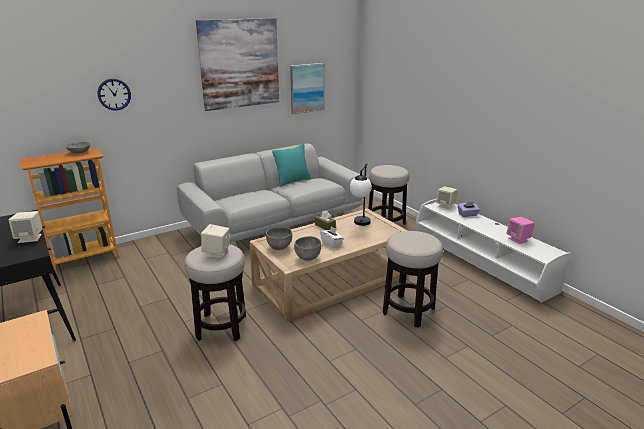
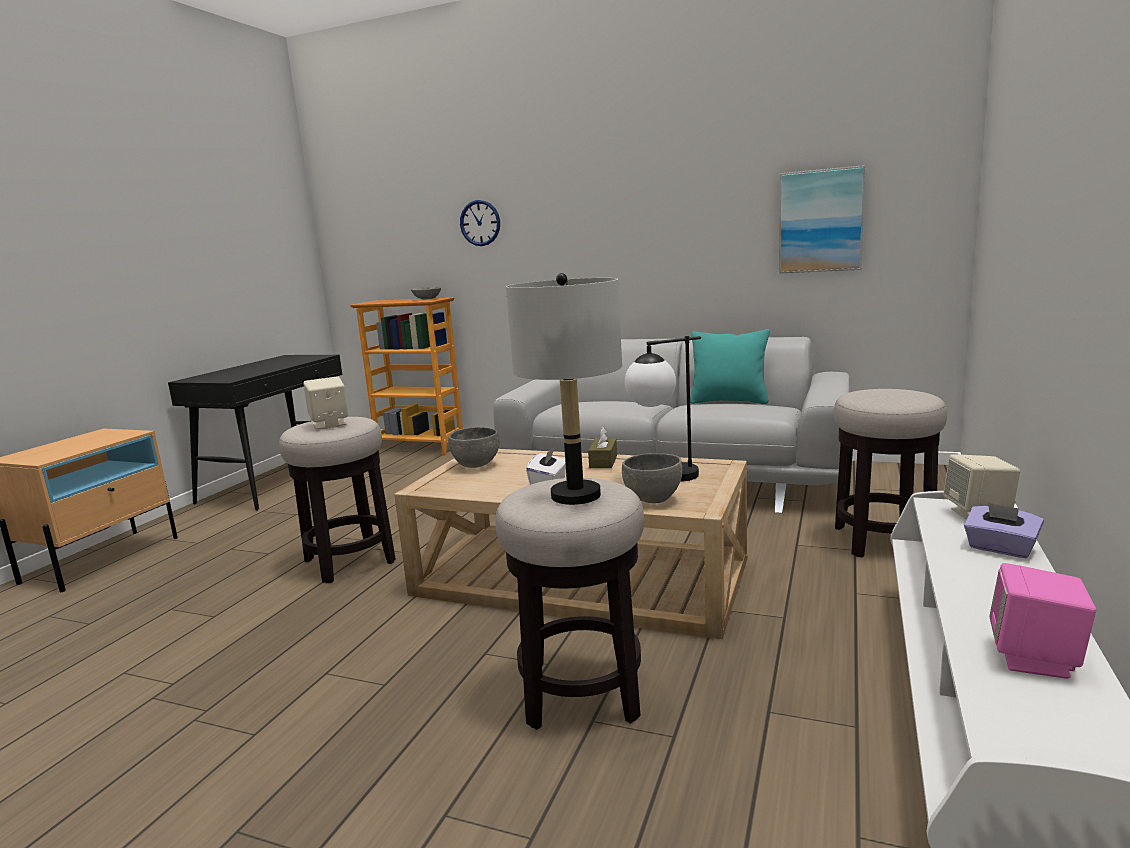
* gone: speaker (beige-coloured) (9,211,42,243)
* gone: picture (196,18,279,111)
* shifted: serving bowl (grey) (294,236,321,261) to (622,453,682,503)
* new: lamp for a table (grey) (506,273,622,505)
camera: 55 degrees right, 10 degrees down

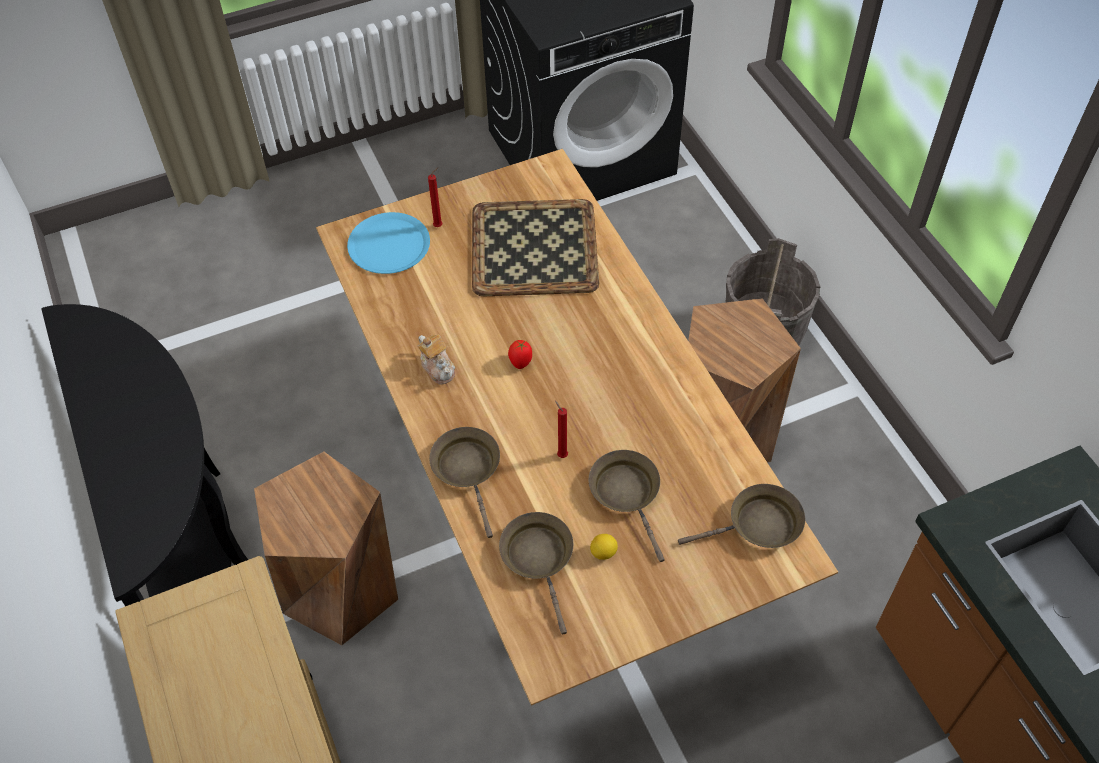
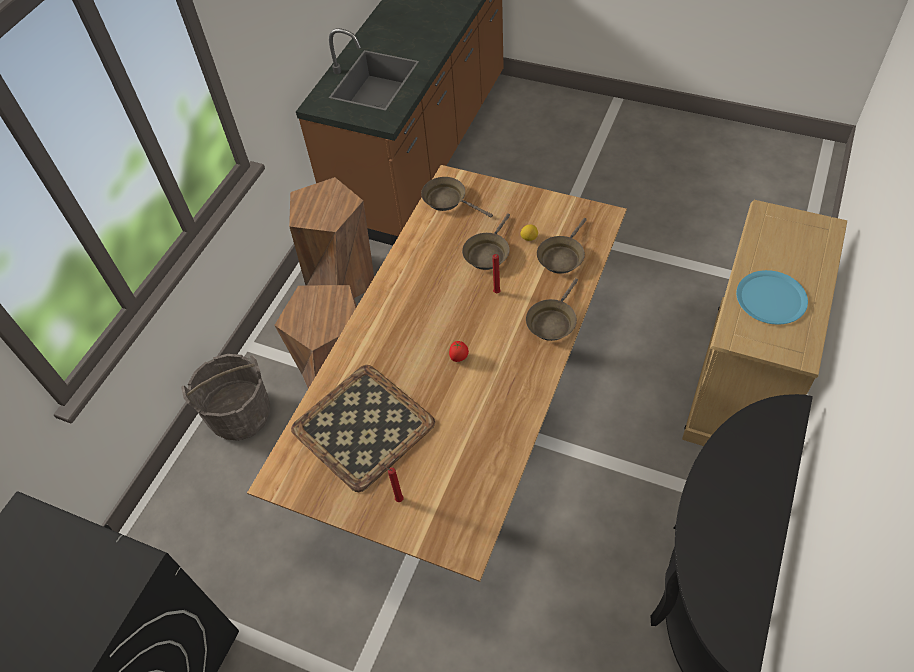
* shifted: stool seat (brown) (254,452,398,645) to (289,177,374,298)
* shifted: dinner plate (blue-coloured) (347,212,430,274) to (736,270,808,324)
* gone: tea pot (417,335,455,385)
camera: 130 degrees left, 0 degrees up

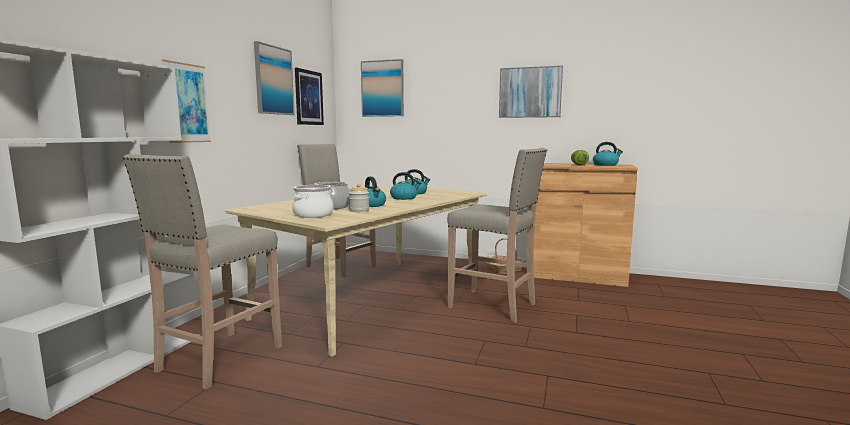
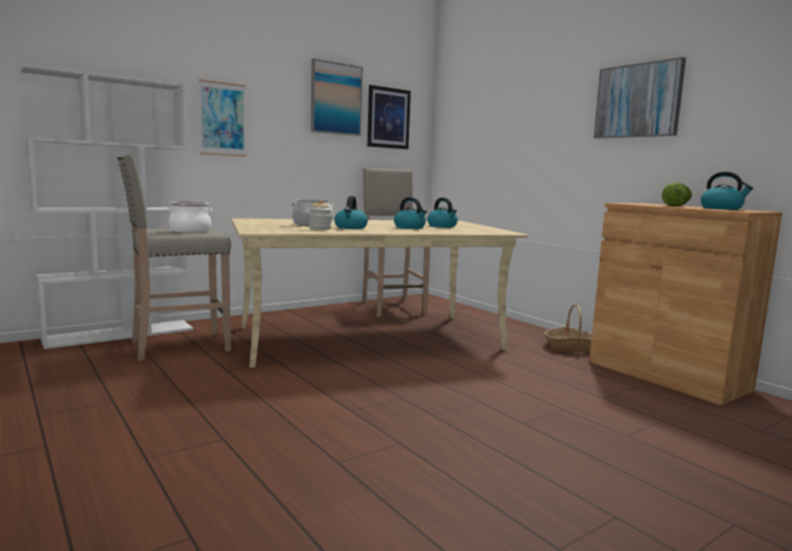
* shifted: cooking pot (292,185,333,218) to (167,201,212,233)
* gone: picture (361,59,404,117)
* gone: stool seat (beige-coloured) (447,148,547,323)
camera: 35 degrees right, 0 degrees up

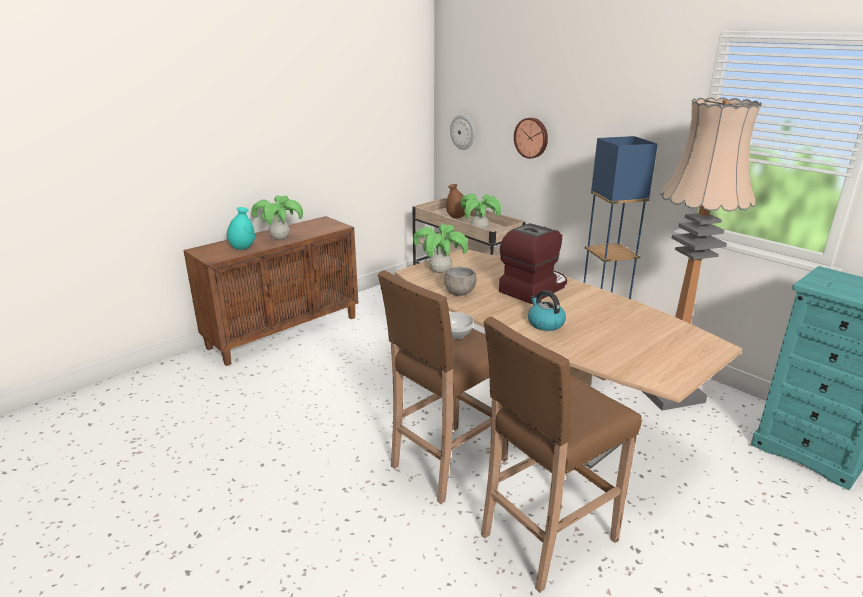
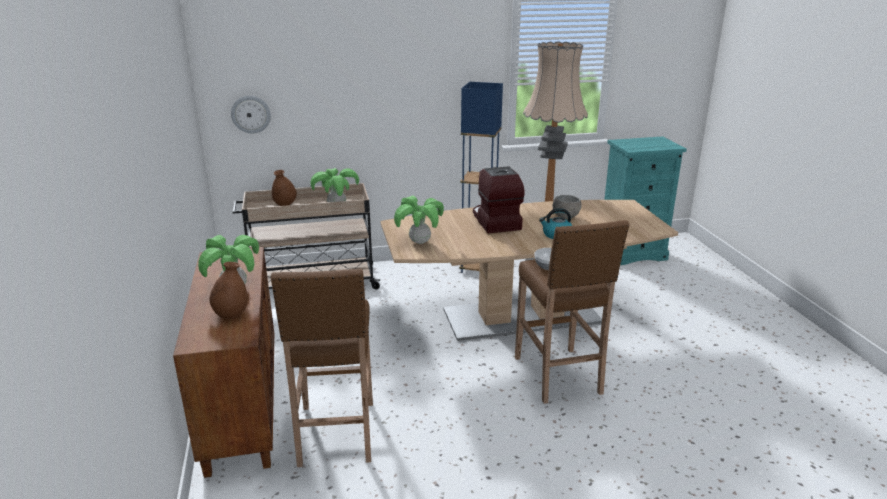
* repainted: decorative vase (turquoise) (227,207,255,250) to decorative vase (brown) (209,262,248,319)
* shifted: serving bowl (grey) (444,267,477,296) to (552,195,582,219)
* shifted: stool seat (brown) (481,317,642,593) to (271,269,373,467)
* gone: hanging clock (514,118,548,159)
camera: 60 degrees left, 0 degrees up

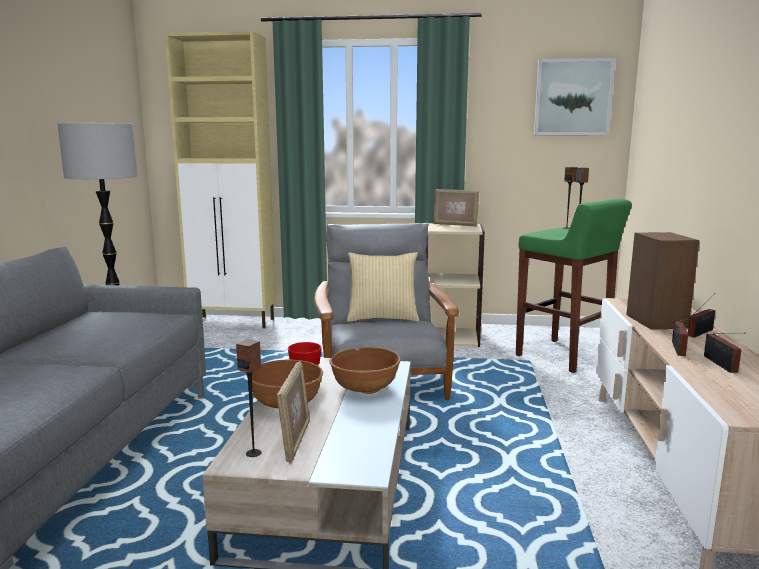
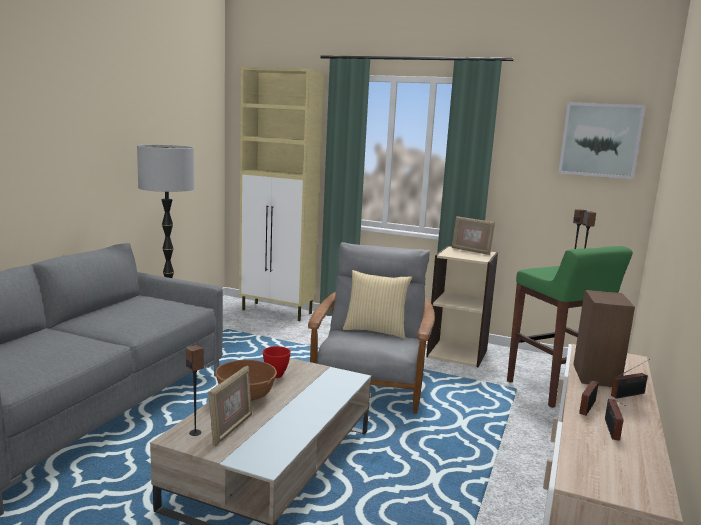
* gone: serving bowl (brown) (329,347,401,394)
camera: 15 degrees right, 0 degrees up

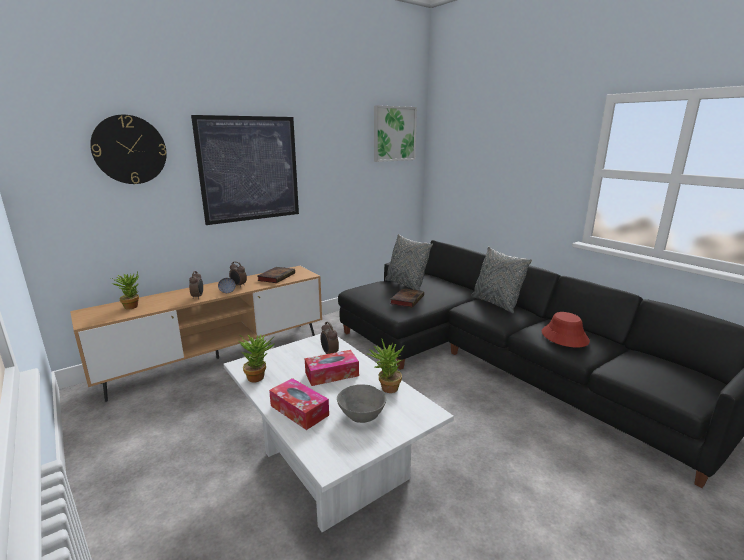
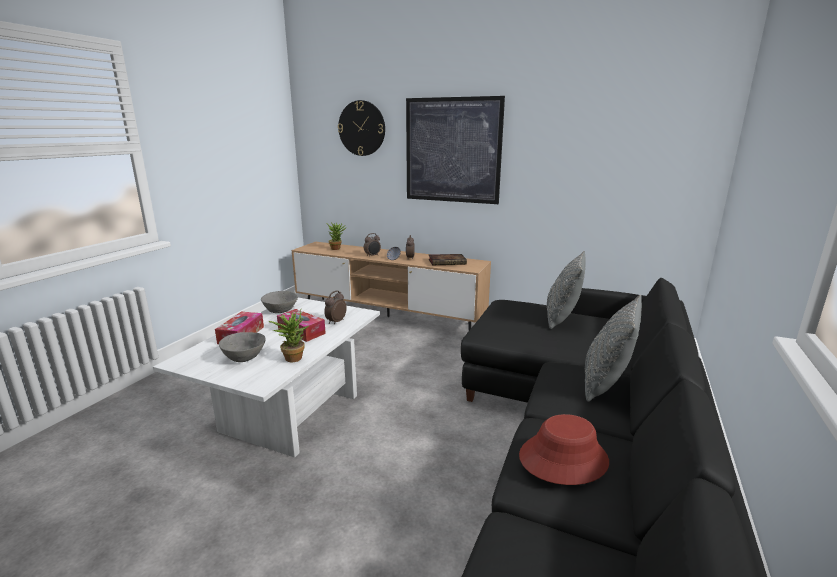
* swapped: potted plant (239,334,275,383) to serving bowl (grey) (261,291,298,313)
* gone: picture (374,105,417,162)
* gone: volume (390,288,424,307)
camera: 60 degrees right, 0 degrees up

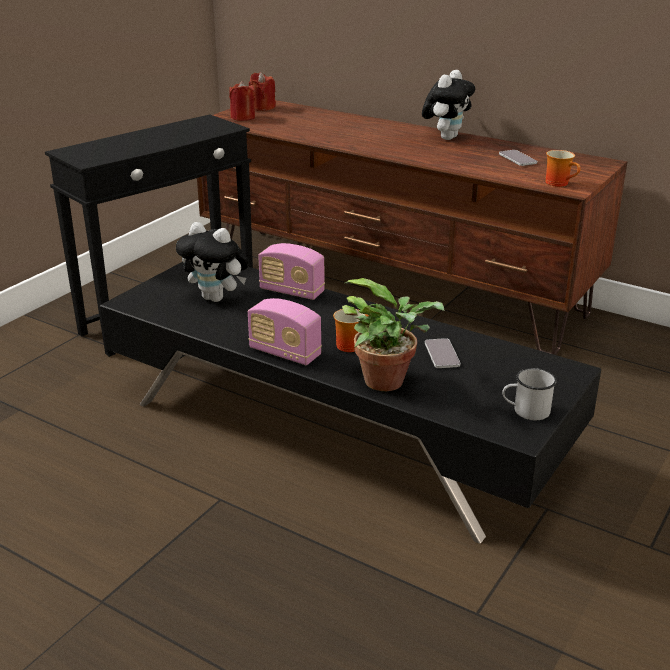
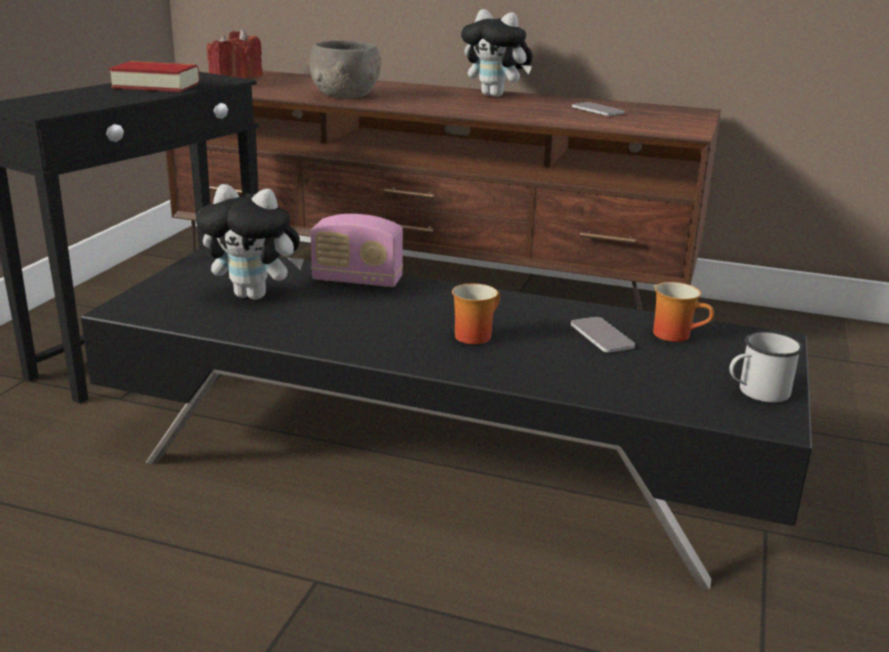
* gone: radio receiver (248,298,322,365)
* gone: potted plant (342,278,445,391)
* rotated: cuddly toy (422,70,475,140) = (461,9,533,97) 105 degrees clockwise
* shifted: mug (546,150,580,187) to (653,282,714,342)
* new: volume (109,61,200,92)
* new: serving bowl (grey) (310,40,381,99)
camera: 15 degrees left, 5 degrees down

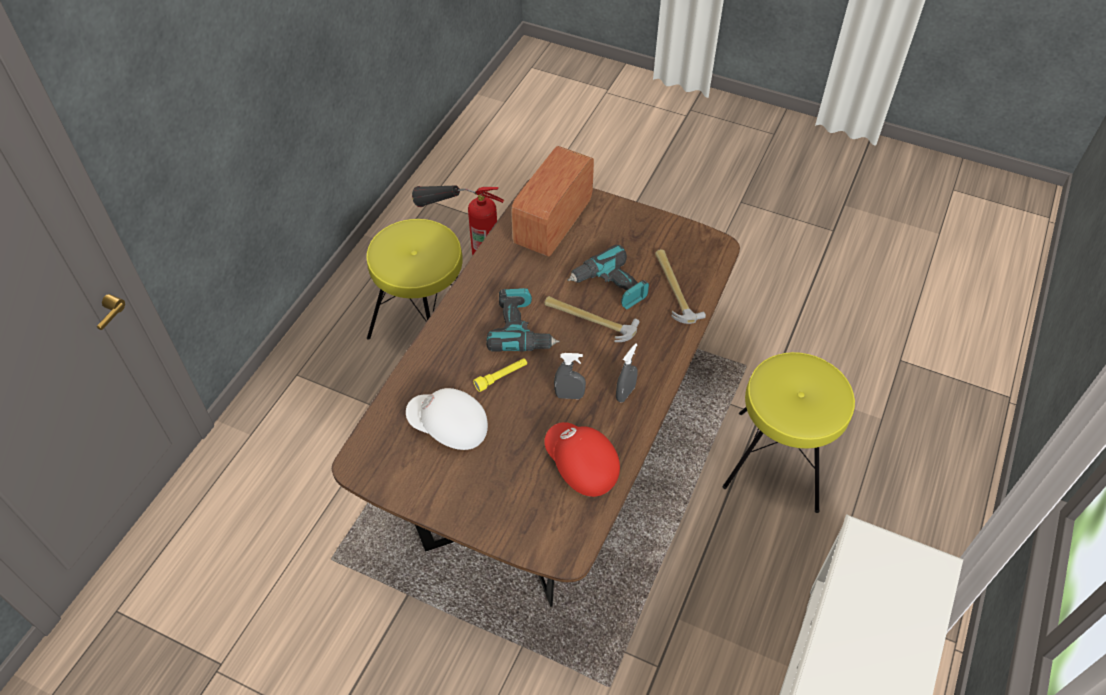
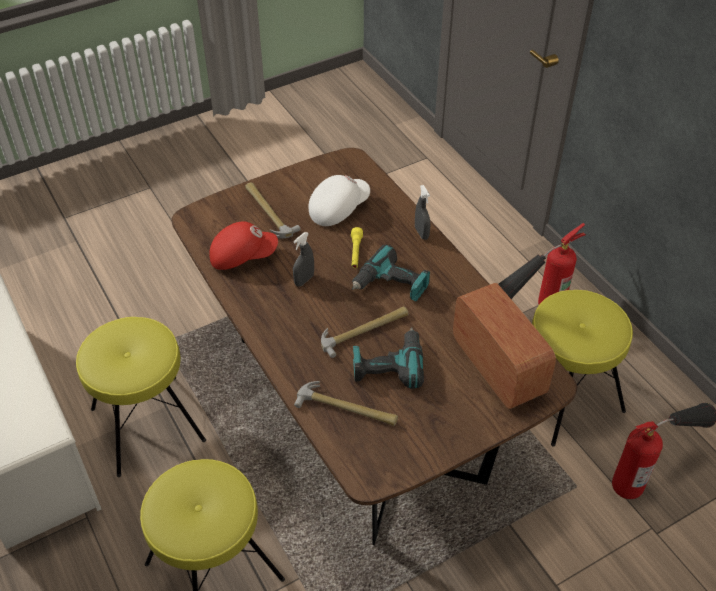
* shifted: hand sprayer (grey) (616,344,638,402) to (415,185,430,240)
* new: stool seat (yellow-coloured) (76,317,206,477)
* new: tool hammer (245,182,301,238)
* new: extinguisher (498,223,586,304)
camera: 125 degrees right, 5 degrees down

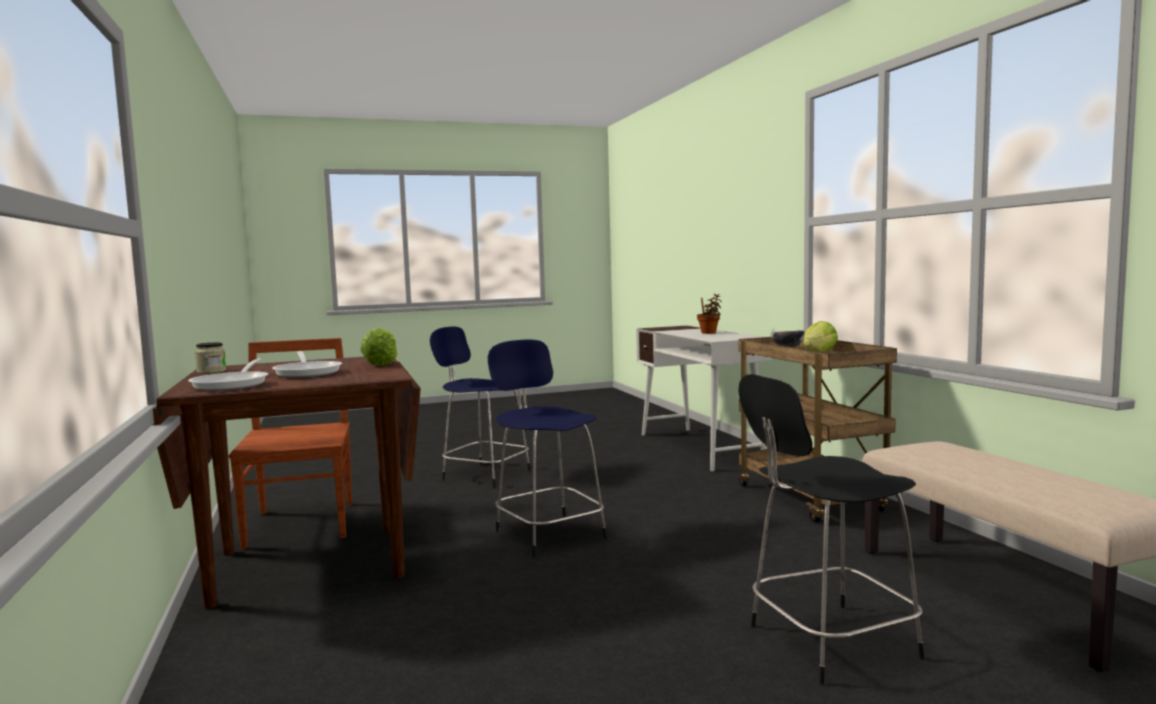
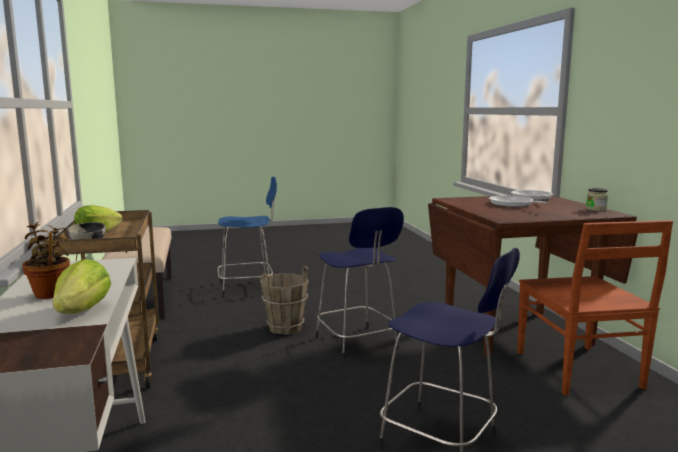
* shifted: lettuce (360,328,397,366) to (53,259,111,314)
* repainted: stool seat (black-coloured) (738,374,924,684) to stool seat (blue-coloured) (217,177,277,297)
* new: water bucket (brown) (260,265,309,335)
camera: 175 degrees left, 5 degrees up

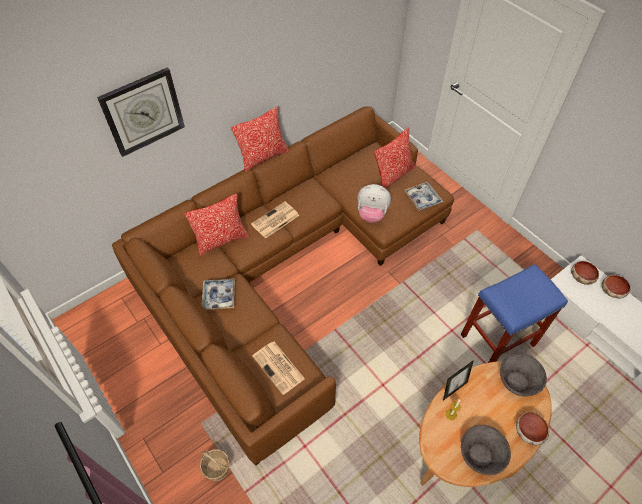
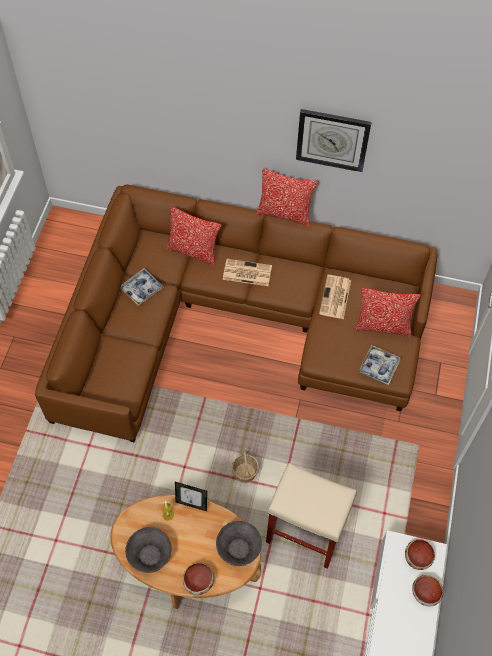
* shifted: hanging clock (97,67,185,157) to (296,109,372,172)
* shifted: household basket (200,449,229,481) to (232,450,259,483)
* shifted: daily paper (252,342,305,395) to (319,275,351,319)
* gone: cuddly toy (358,184,391,223)
* repainted: stool seat (blue-coloured) (461,264,568,363) to stool seat (beige-coloured) (266,463,357,569)
camera: 50 degrees right, 5 degrees up

